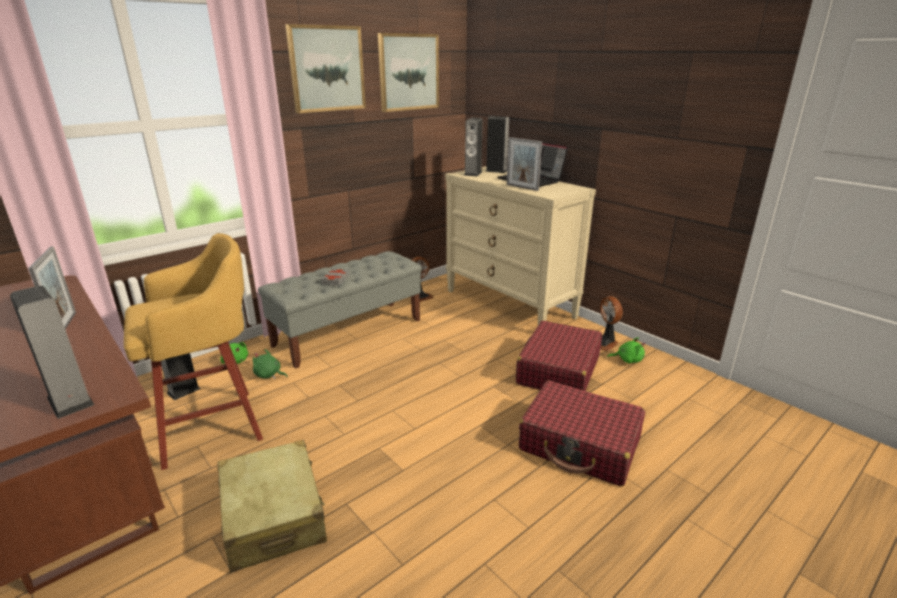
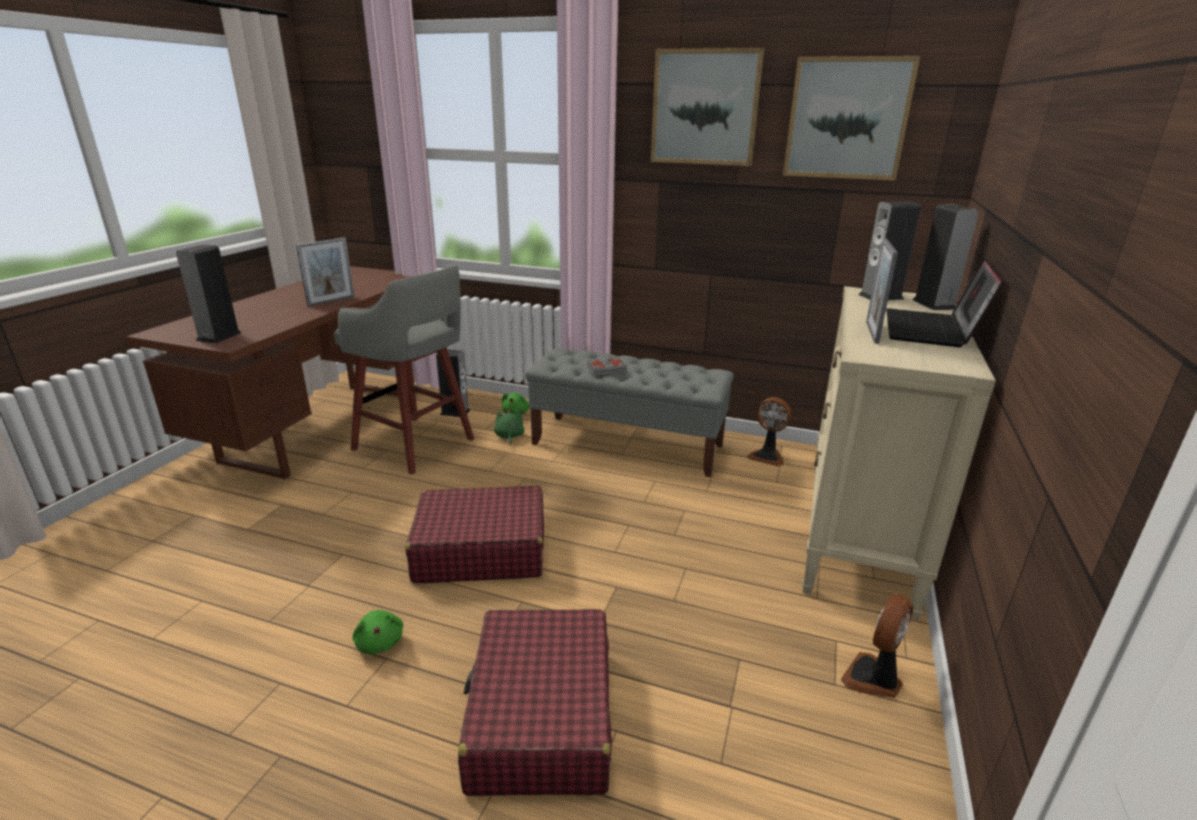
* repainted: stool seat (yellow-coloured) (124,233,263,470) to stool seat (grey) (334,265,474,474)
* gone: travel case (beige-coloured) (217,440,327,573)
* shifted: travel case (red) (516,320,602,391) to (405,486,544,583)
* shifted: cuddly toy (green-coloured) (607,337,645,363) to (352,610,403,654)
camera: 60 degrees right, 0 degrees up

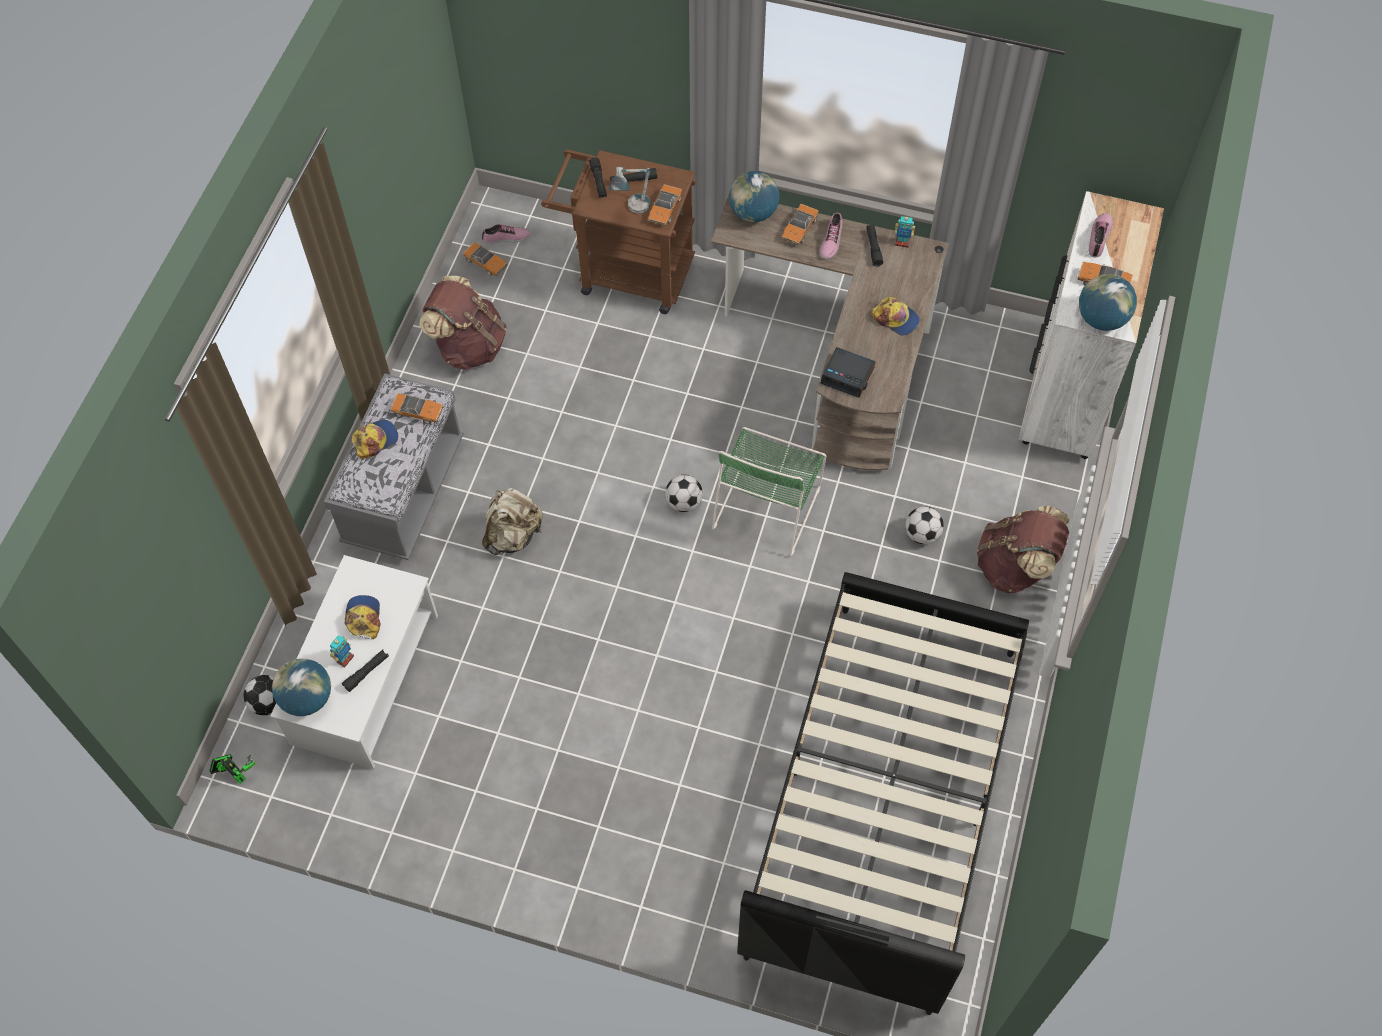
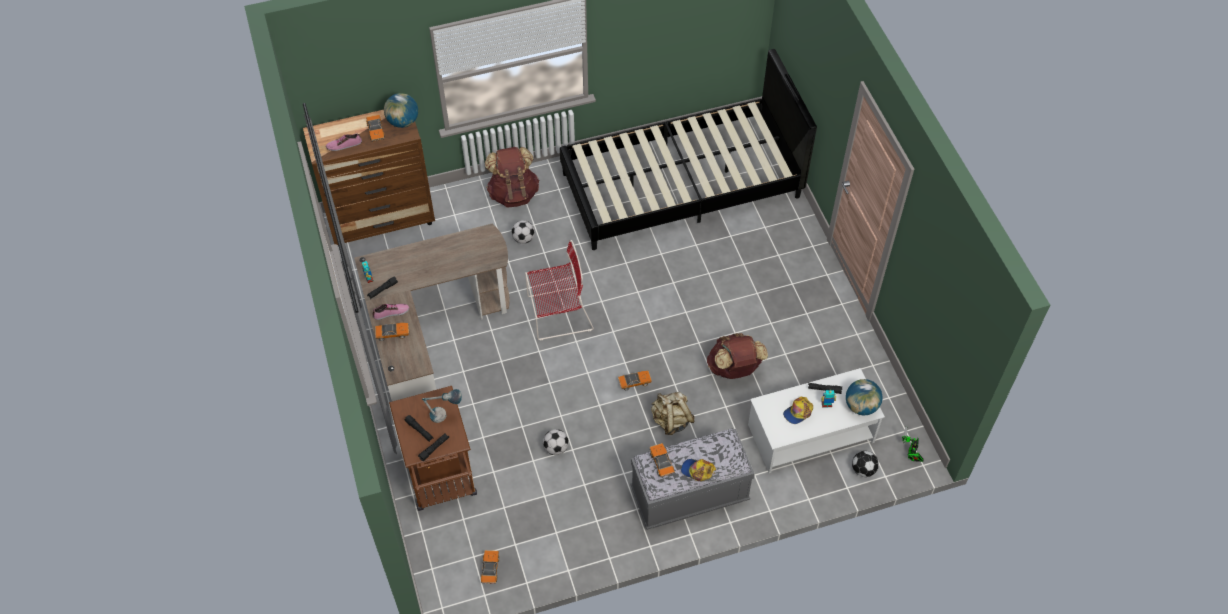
* shifted: knapsack (brown) (419,276,507,370) to (707,333,768,379)
* gone: item of footwear (482,224,530,244)
* shifted: toy car (648,184,682,226) to (618,371,652,390)
* shifted: ball for football (665,475,703,512) to (543,429,569,455)
* repainted: chair (green-coloured) (712,427,826,556) to chair (red) (525,240,594,341)
* gone: world globe (729,171,779,222)
* gone: table clock (821,347,876,398)
* gone: baseball cap (872,297,920,336)
* repainted: dresser (white) (1018,191,1164,459) to dresser (brown) (303,110,435,245)
camera: 125 degrees left, 5 degrees down

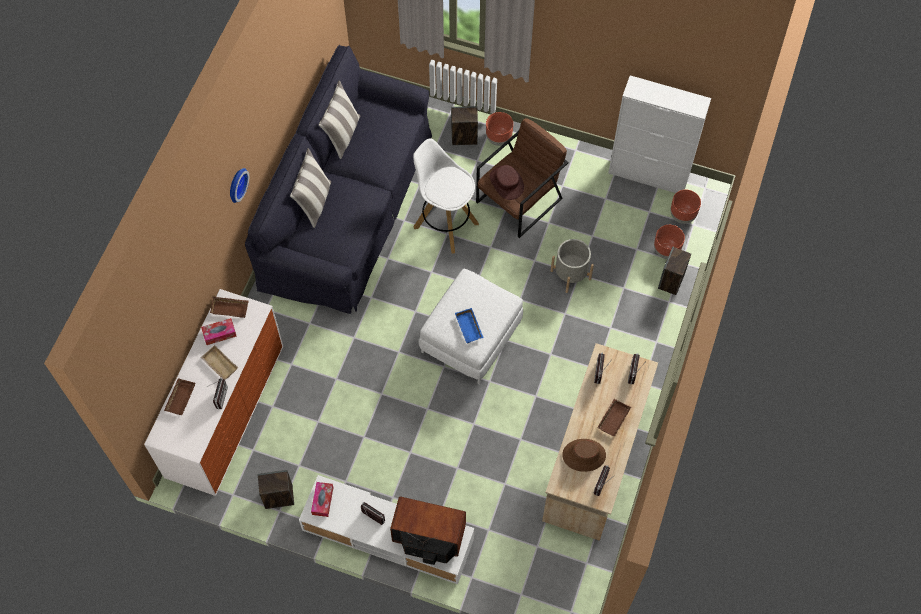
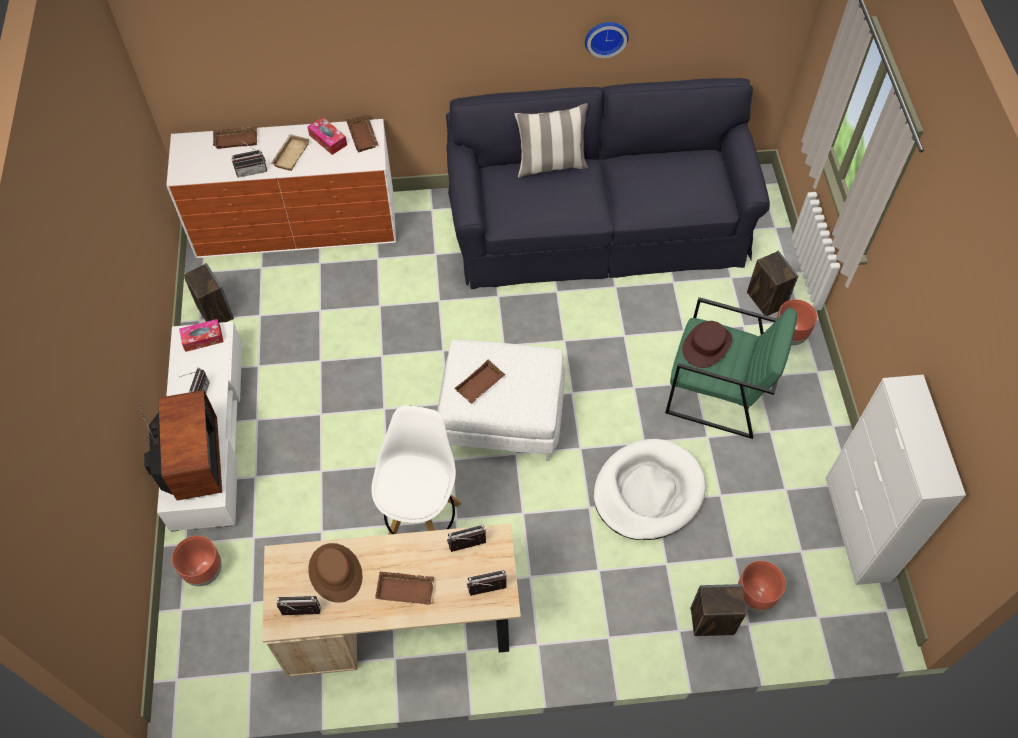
* shifted: hanging clock (230,168,249,203) to (585,22,629,58)
* gone: pillow (319,80,360,159)
* shifted: stool seat (white) (413,138,479,254) to (371,405,461,535)
* repainted: serving tray (blue-coloured) (455,308,484,344) to serving tray (brown) (454,360,505,404)
* repainted: lounge chair (brown) (476,118,569,238) to lounge chair (green-coloured) (665,297,797,439)
* swapped: planter (grey) (551,239,594,293) to pet bed (white) (594,439,706,540)
* shifted: planter (brown) (671,190,701,224) to (172,536,222,586)
camera: 65 degrees right, 5 degrees down

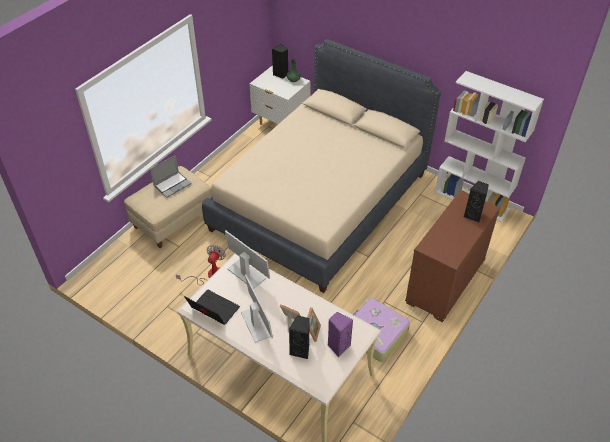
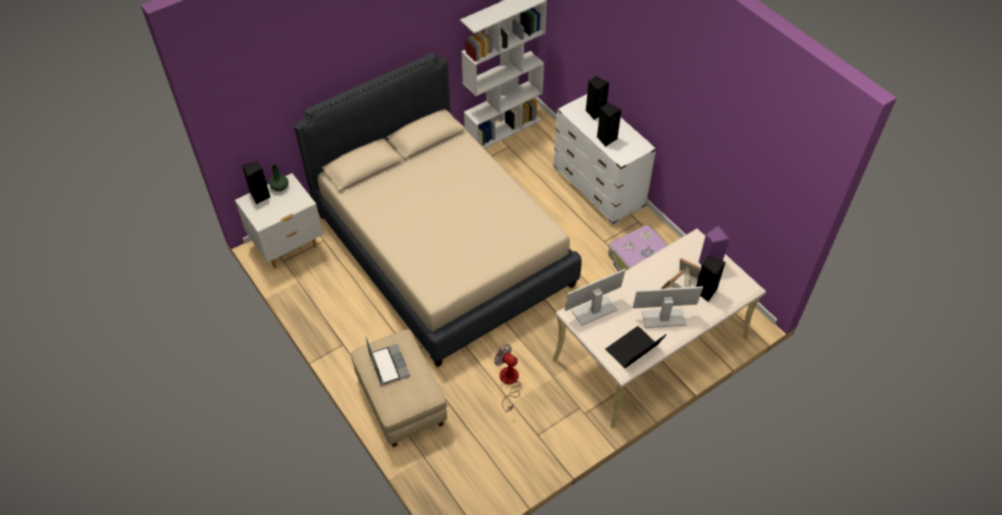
* repainted: dresser (brown) (405,190,500,322) to dresser (white) (553,94,657,226)
* new: speaker (black-coloured) (597,103,622,147)
camera: 70 degrees left, 5 degrees up

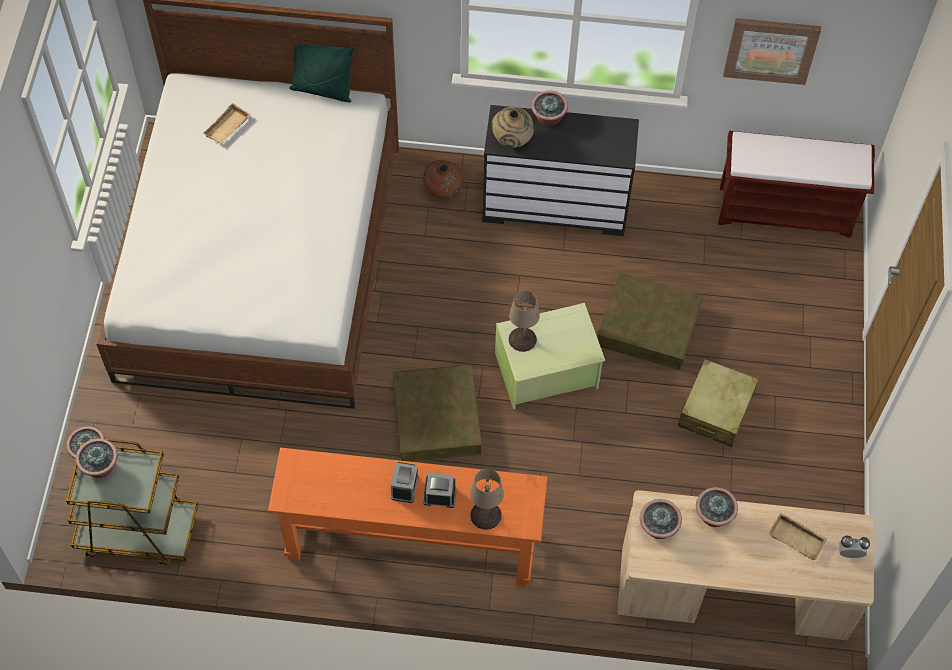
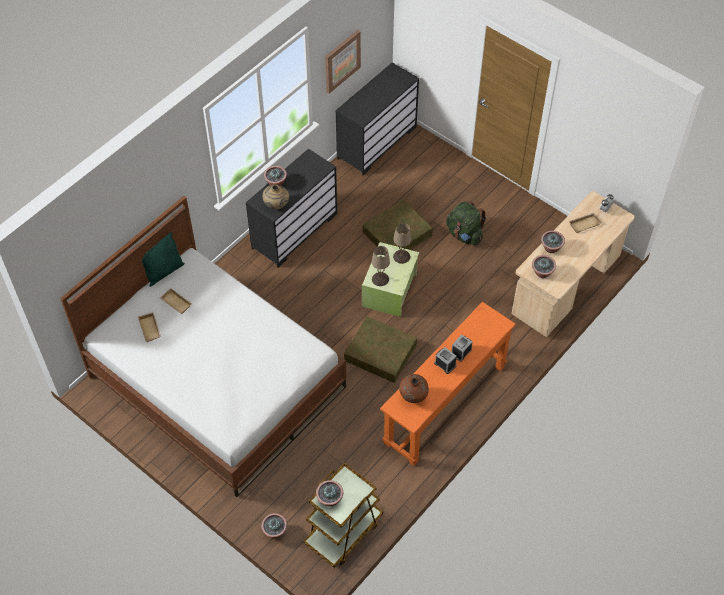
* shifted: decorative vase (brown) (423,160,464,199) to (399,374,429,403)
* shifted: lamp for a table (beige-coloured) (470,469,504,530) to (393,223,412,264)
* swapped: travel case (beige-coloured) (678,359,759,447) to knapsack (green-coloured) (446,201,486,246)
* swapped: bench (brown) (718,131,875,238) to dresser (black-coloured) (336,62,419,175)
* new: serving tray (beige-coloured) (160,288,192,314)
camera: 55 degrees left, 5 degrees down

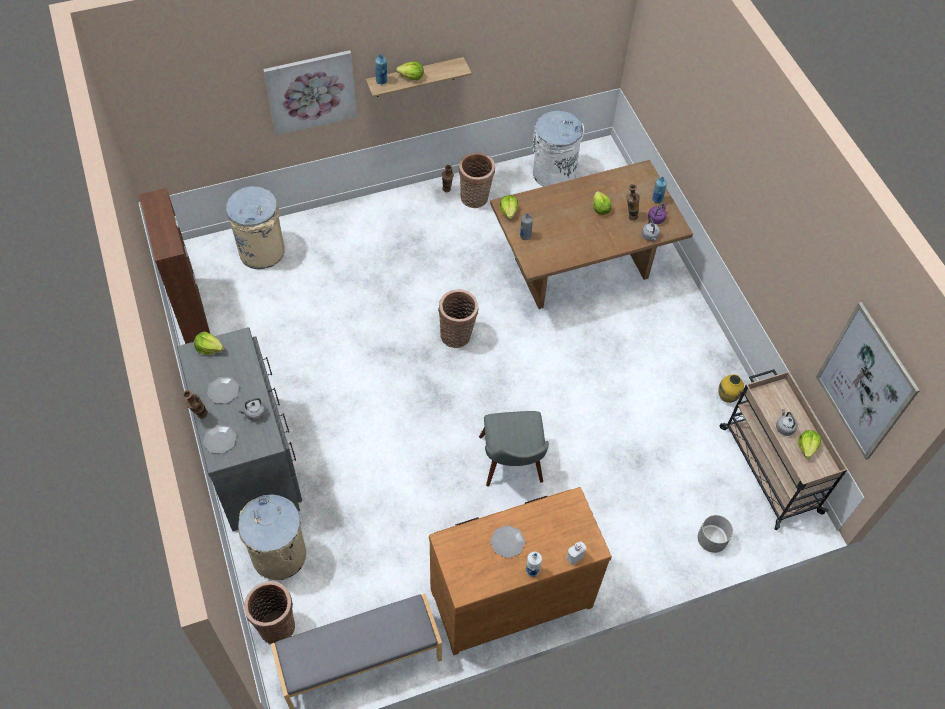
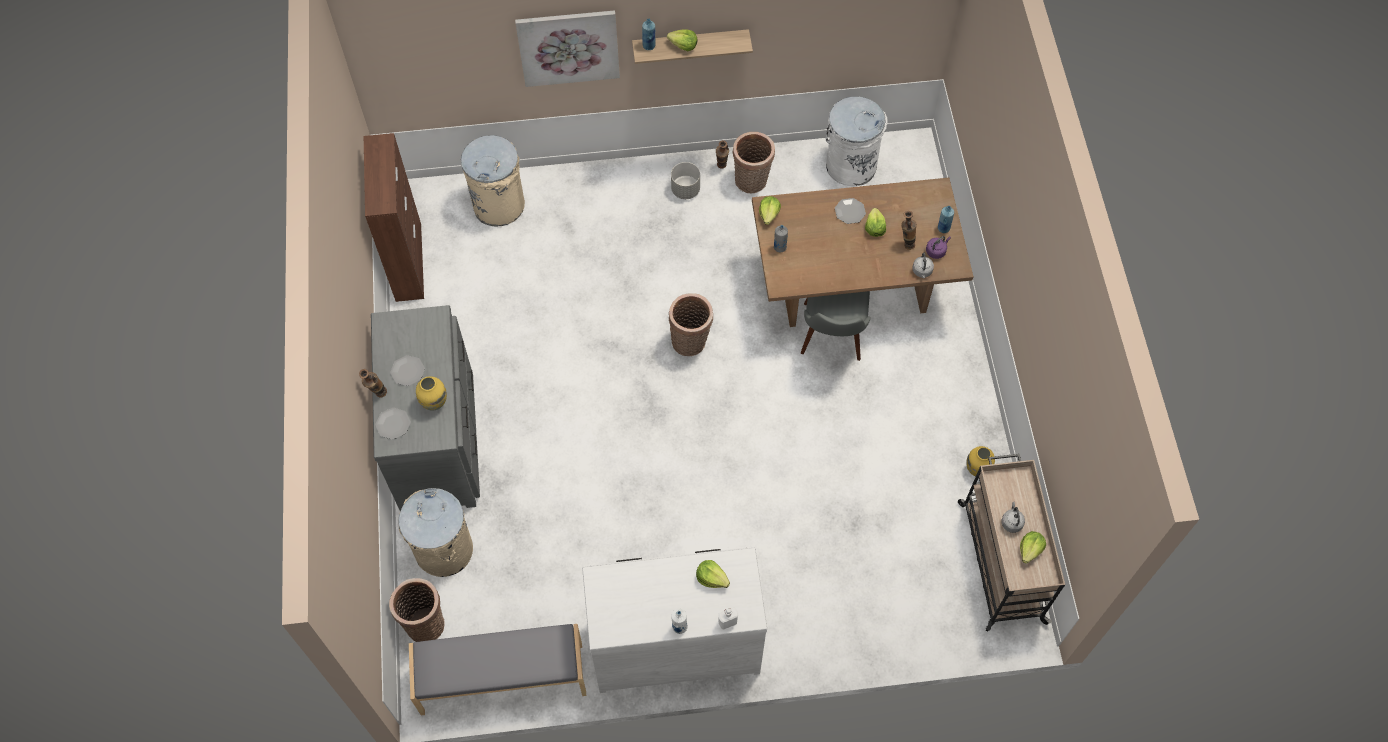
* shifted: lettuce (194,332,224,355) to (696,560,730,588)
* swapped: kettle (grey) (237,398,266,421) to decorative vase (yellow-coloured) (416,376,447,411)
* repainted: dresser (brown) (429,487,612,655) to dresser (white) (582,548,767,693)
* shifted: chair (grey) (479,411,549,487) to (801,291,871,361)
* shifted: dinner plate (490,525,525,558) to (835,198,866,224)
* shifted: planter (grey) (698,515,733,553) to (671,162,700,199)
* gone: picture (816,302,920,460)
camera: 15 degrees right, 5 degrees up

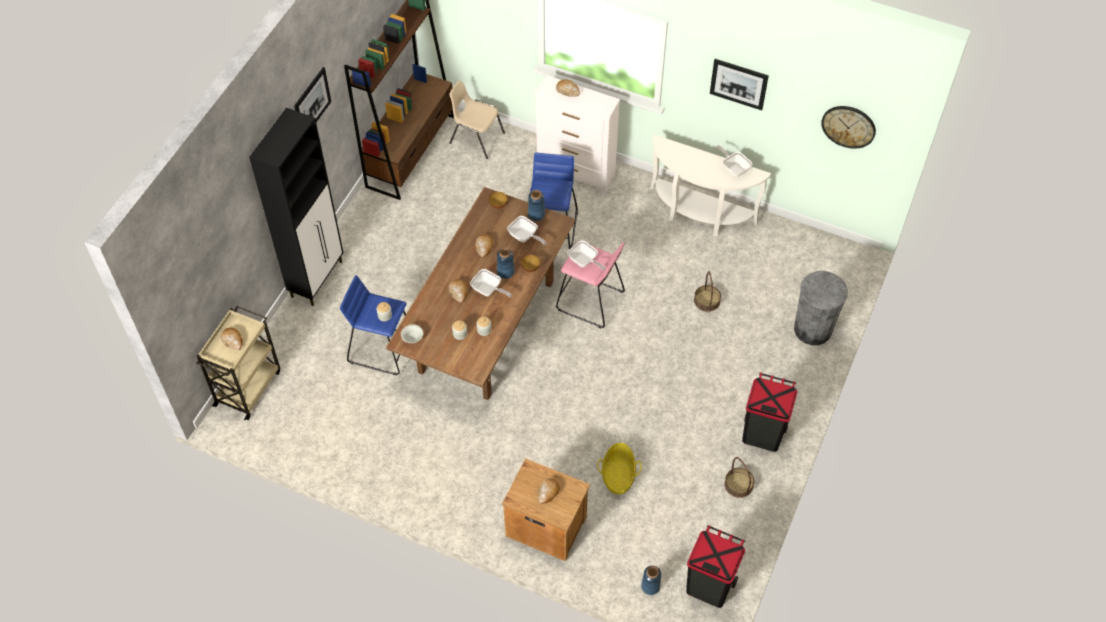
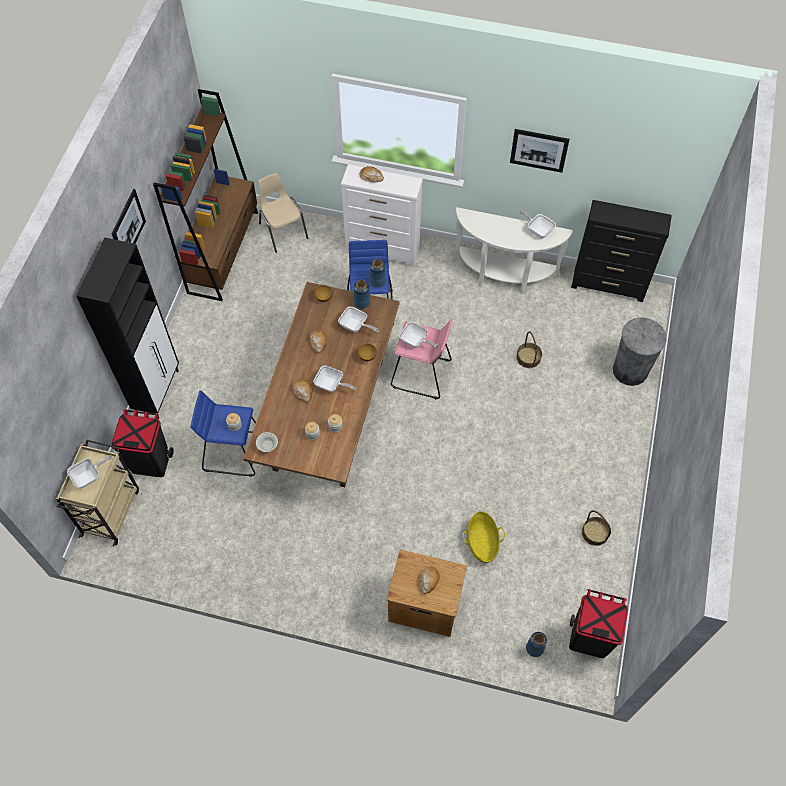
* swapped: bakery bread (221,328,243,350) to frying pan (67,455,113,488)
* rotated: chair (beige-coloured) (449,80,505,159) = (258,173,308,253) 45 degrees clockwise
* shifted: decorative vase (blue-coloured) (497,248,515,279) to (370,259,386,288)
* shifted: trash can (black-coloured) (742,372,797,452) to (111,409,174,477)
* gone: hanging clock (821,106,876,149)
* new: dresser (black-coloured) (571,200,672,302)
camera: 10 degrees left, 5 degrees up

